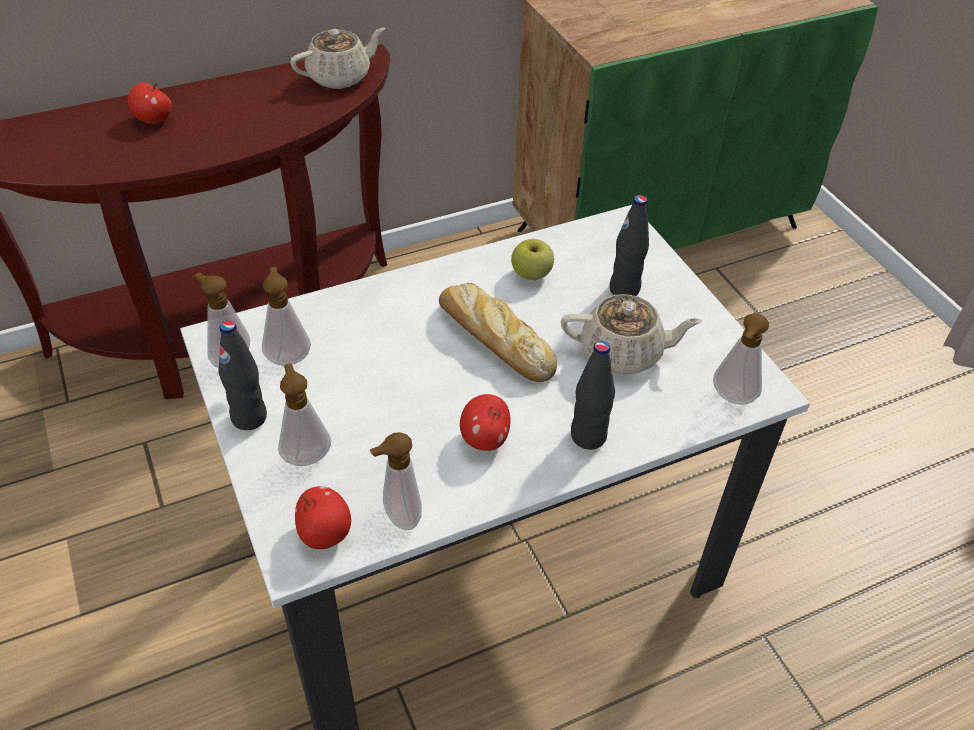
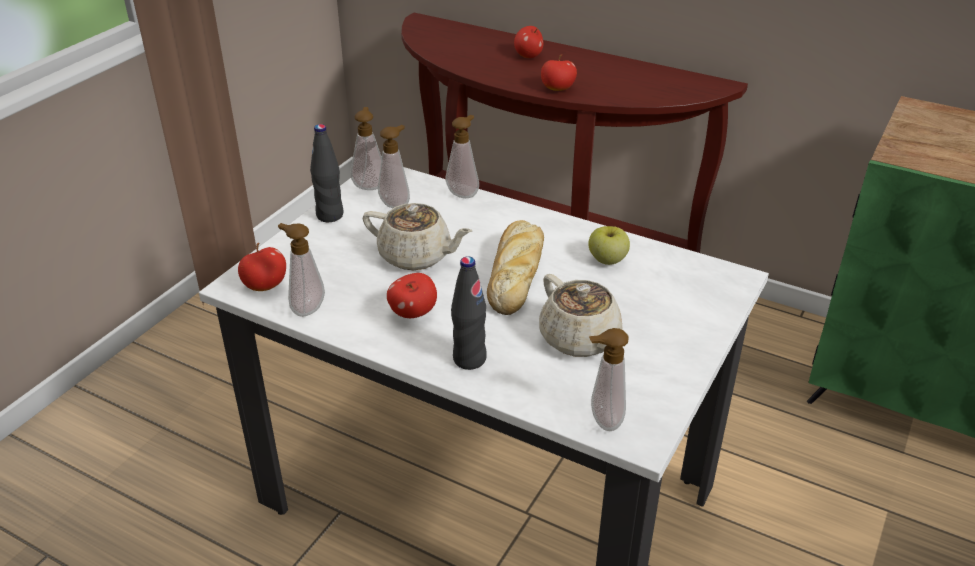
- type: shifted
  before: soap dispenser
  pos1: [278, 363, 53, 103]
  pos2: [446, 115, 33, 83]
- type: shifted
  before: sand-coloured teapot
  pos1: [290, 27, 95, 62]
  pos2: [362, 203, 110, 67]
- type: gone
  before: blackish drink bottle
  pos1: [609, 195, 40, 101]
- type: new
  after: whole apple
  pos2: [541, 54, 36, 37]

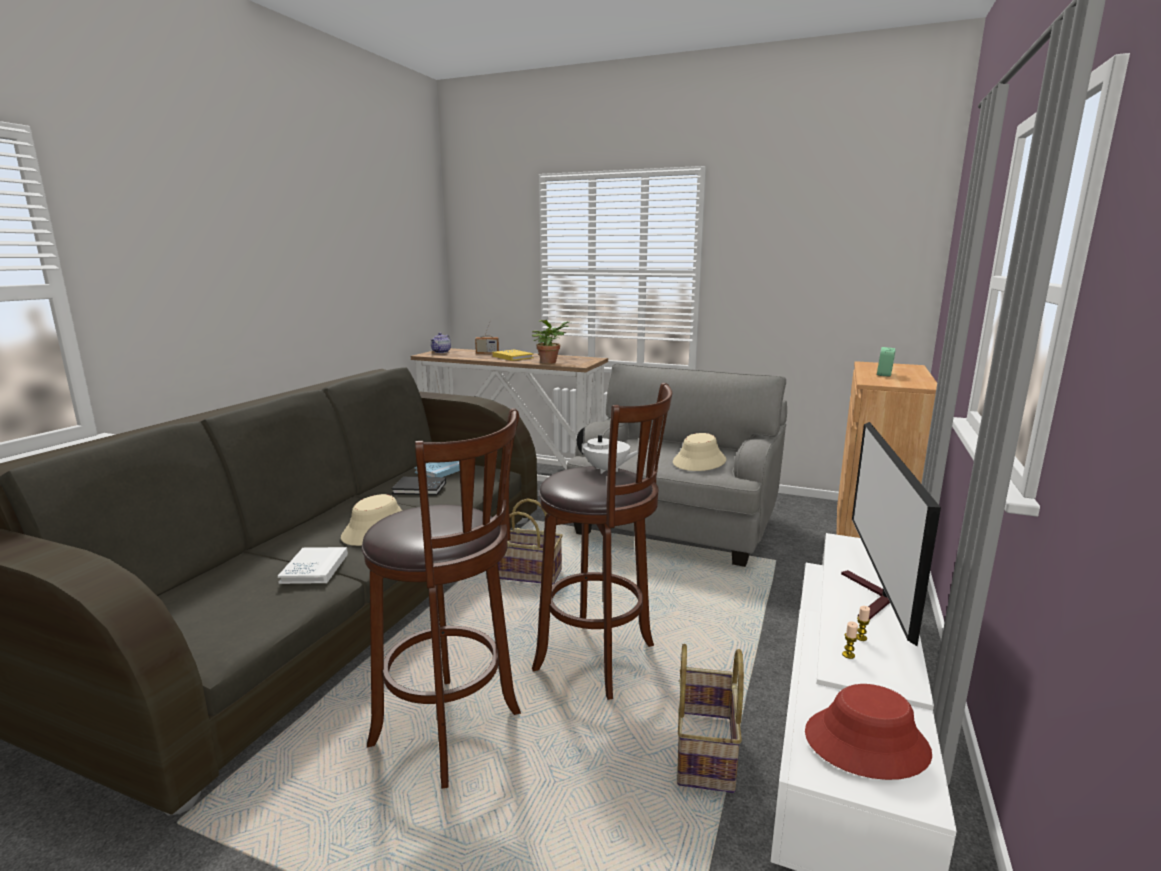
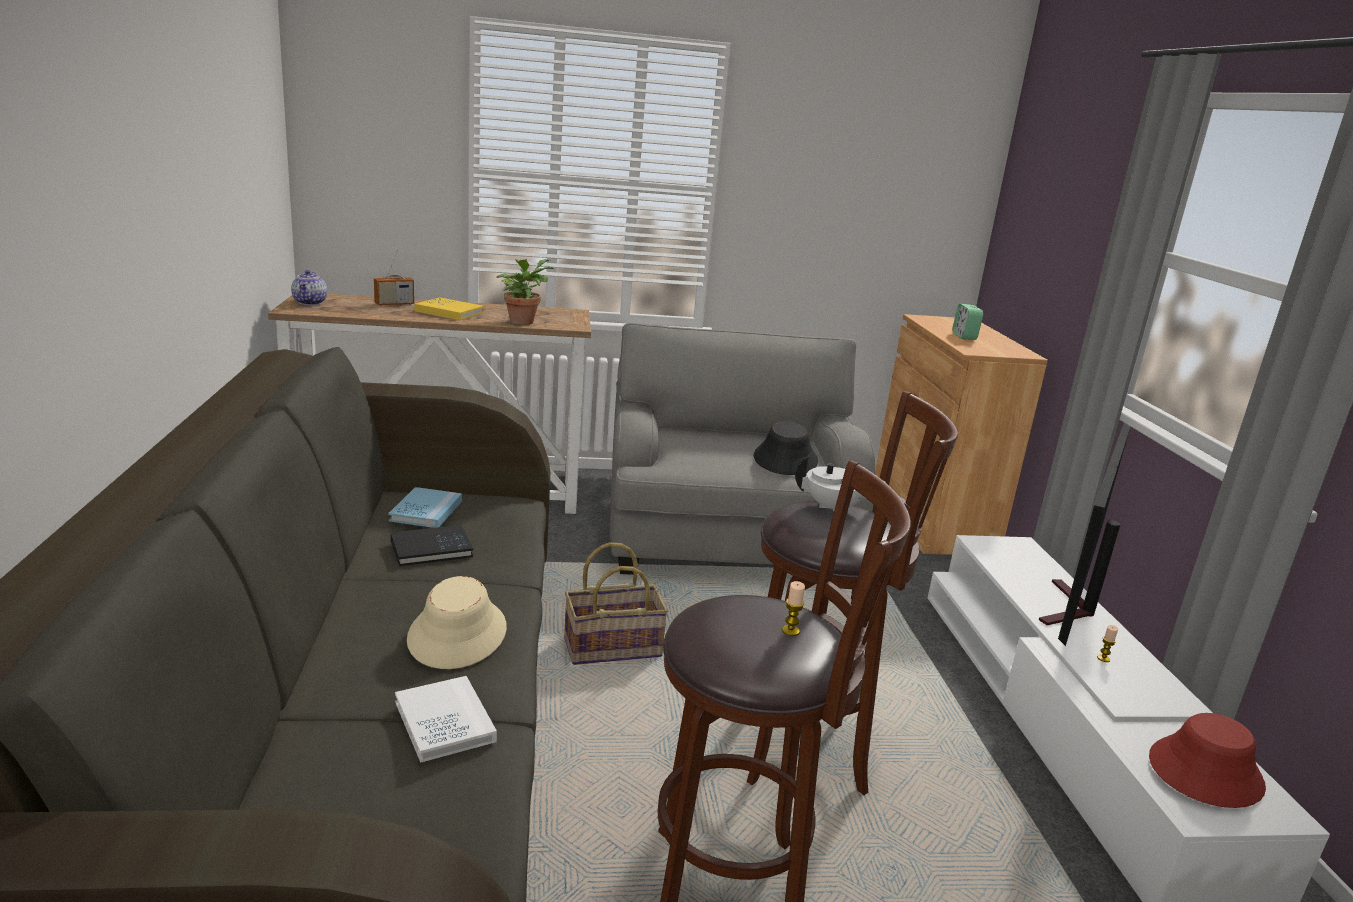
- type: repainted
  before: sand-coloured hat
  after: blackish hat
  pos1: [673, 433, 53, 38]
  pos2: [754, 421, 64, 54]
- type: gone
  before: storage basket
  pos1: [677, 644, 67, 149]
- type: rotated
  before: TV set
  pos1: [841, 422, 100, 224]
  pos2: [1039, 423, 92, 223]
  turn: 45
- type: shifted
  before: wax light
  pos1: [842, 621, 16, 38]
  pos2: [782, 581, 23, 55]

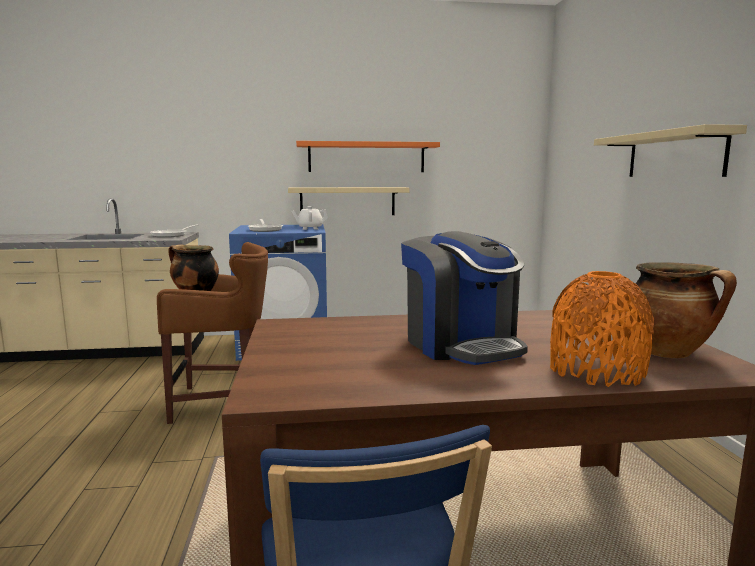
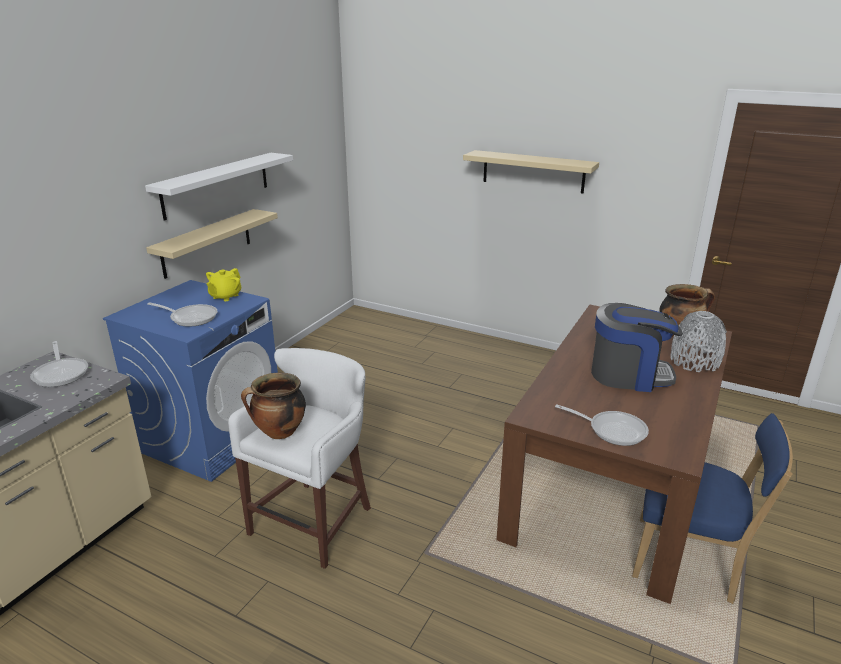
- type: repainted
  before: brown-coloured sitting stool
  after: whitish sitting stool
  pos1: [157, 242, 111, 182]
  pos2: [228, 348, 143, 221]
- type: repainted
  before: whitish teapot
  after: yellowish teapot
  pos1: [291, 206, 37, 24]
  pos2: [206, 268, 35, 33]
- type: repainted
  before: orange-coloured bracket shelf
  after: whitish bracket shelf
  pos1: [296, 141, 144, 31]
  pos2: [145, 153, 148, 67]
- type: repainted
  before: orange-coloured decorative vase
  after: greyish decorative vase
  pos1: [550, 271, 104, 116]
  pos2: [670, 311, 57, 61]
- type: new
  after: pan
  pos2: [555, 404, 94, 42]

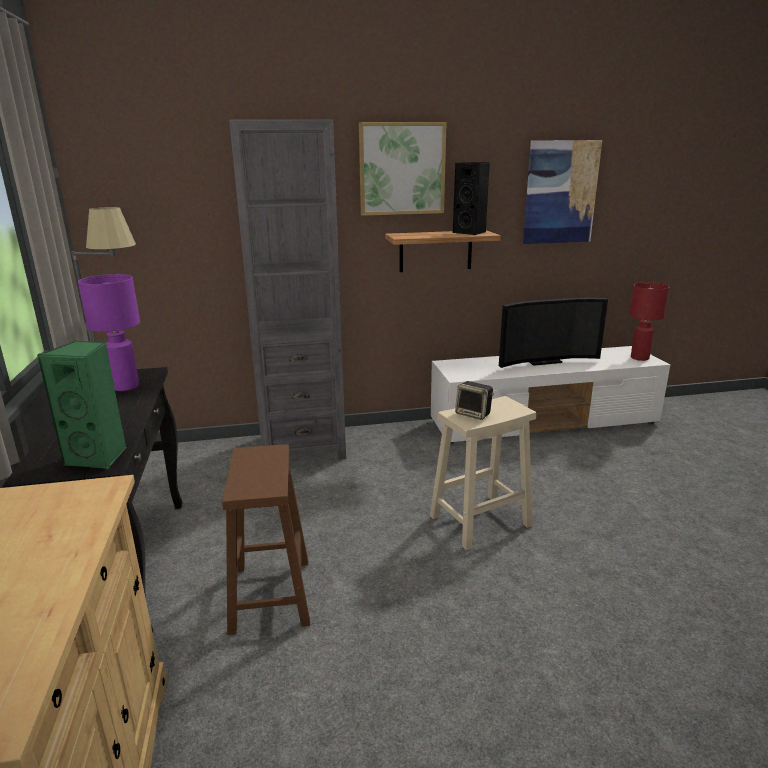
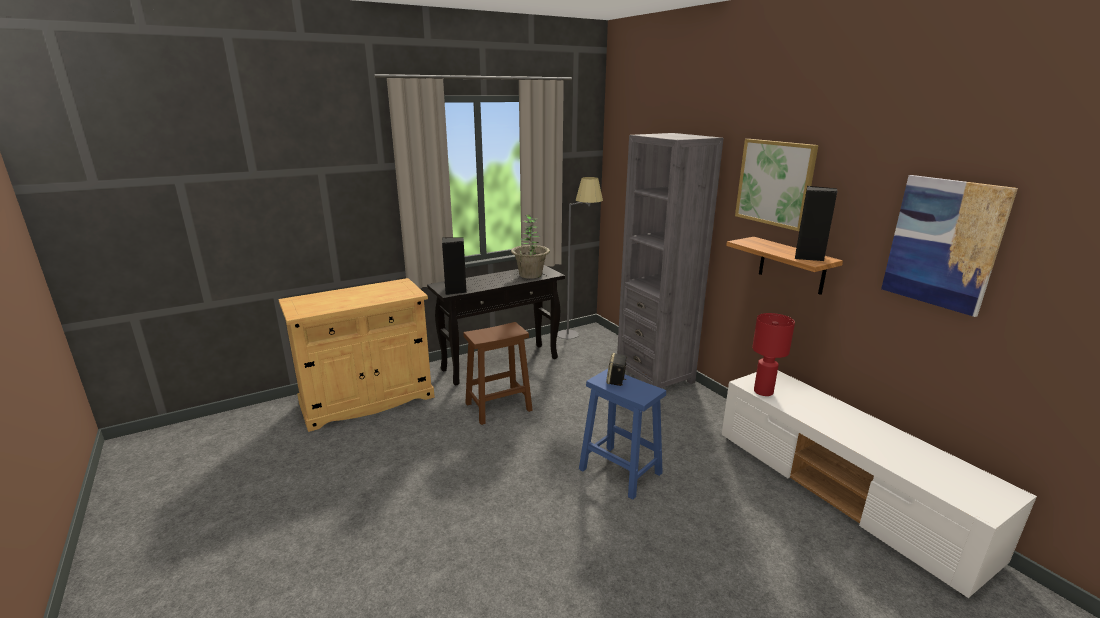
- type: repainted
  before: green-coloured audio speaker
  after: blackish audio speaker
  pos1: [37, 341, 89, 129]
  pos2: [442, 237, 25, 58]
- type: swapped
  before: purple tabletop lamp
  after: houseplant
  pos1: [78, 274, 62, 117]
  pos2: [511, 215, 39, 64]
- type: repainted
  before: sand-coloured sitting stool
  after: bluish sitting stool
  pos1: [430, 396, 106, 154]
  pos2: [579, 369, 87, 131]
- type: gone
  before: TV set
  pos1: [499, 298, 109, 70]
- type: shifted
  before: red tabletop lamp
  pos1: [629, 282, 41, 79]
  pos2: [752, 313, 43, 83]

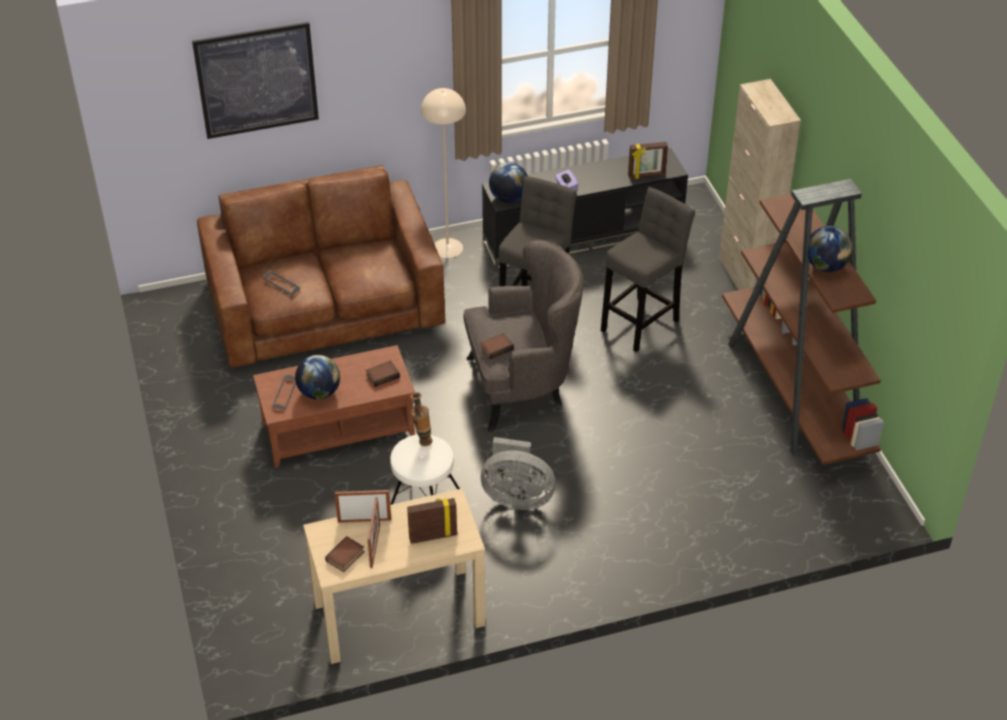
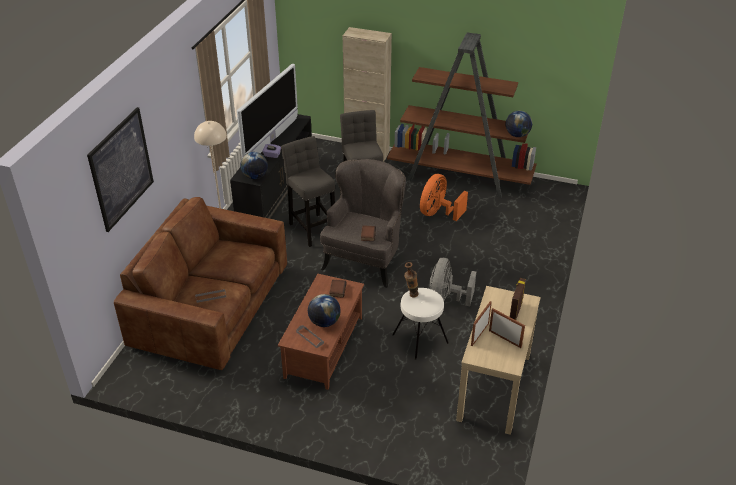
- type: gone
  before: book
  pos1: [325, 536, 40, 36]
- type: rotated
  before: greyish fan
  pos1: [481, 437, 75, 73]
  pos2: [429, 258, 47, 48]
  turn: 150
- type: gone
  before: picture frame
  pos1: [628, 142, 40, 37]
- type: shifted
  before: world globe
  pos1: [807, 226, 46, 46]
  pos2: [506, 111, 26, 26]
- type: new
  after: TV set
  pos2: [237, 64, 61, 94]
- type: new
  after: orange-coloured fan
  pos2: [420, 174, 48, 47]

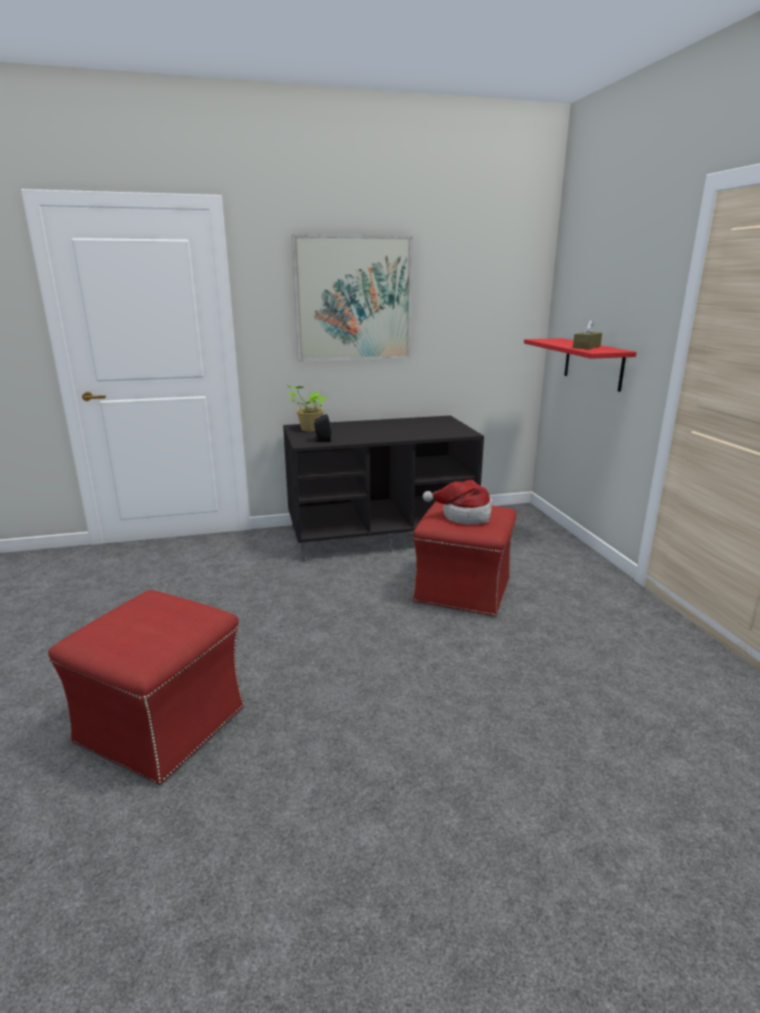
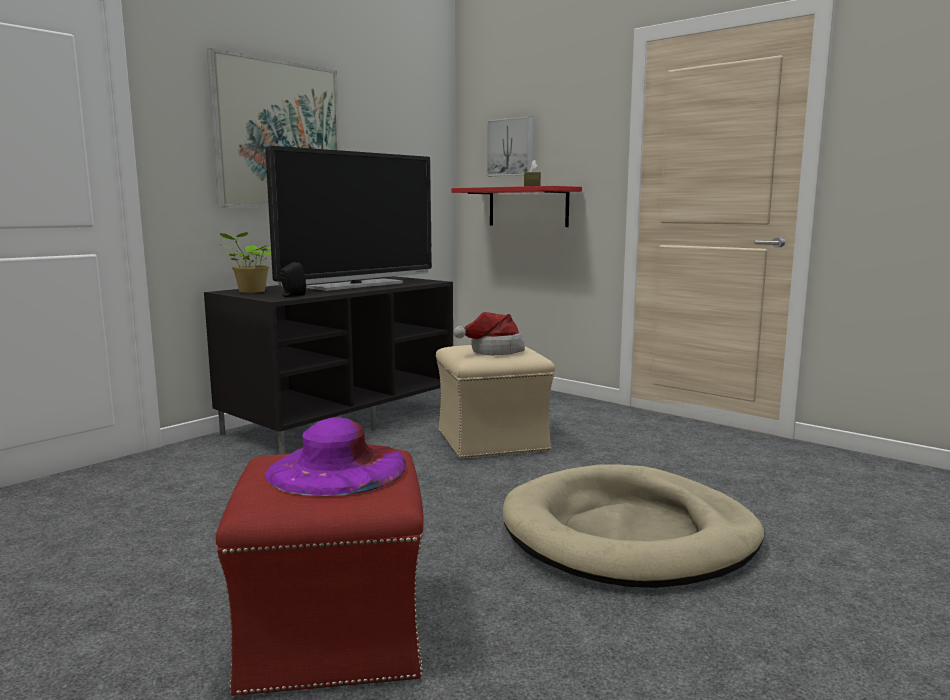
- type: repainted
  before: red ottoman
  after: sand-coloured ottoman
  pos1: [413, 501, 104, 116]
  pos2: [436, 345, 119, 114]
- type: new
  after: TV set
  pos2: [265, 146, 167, 145]
- type: new
  after: purple hat
  pos2: [265, 417, 141, 79]
- type: new
  after: picture
  pos2: [486, 116, 48, 60]
- type: new
  after: sand-coloured dog cushion
  pos2: [503, 464, 261, 124]

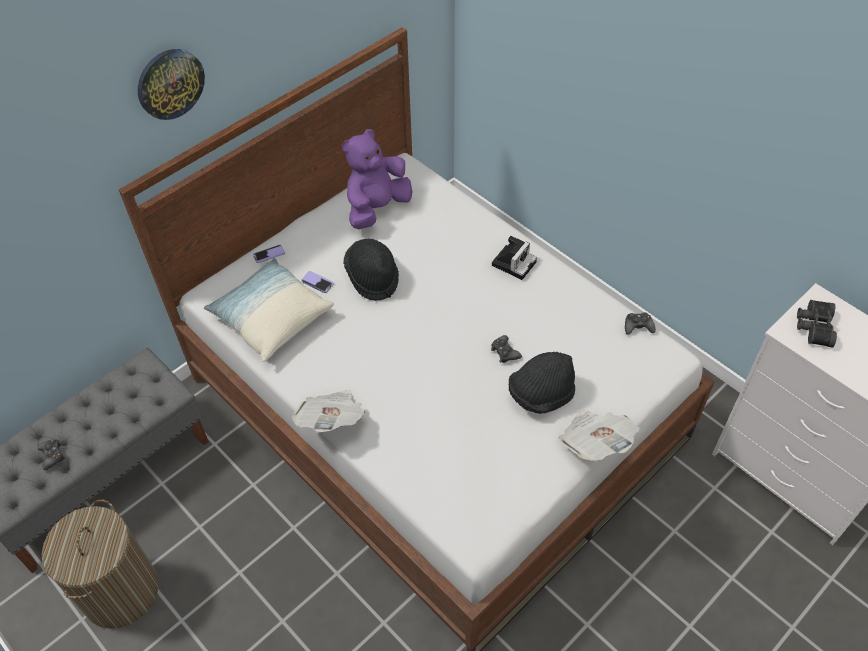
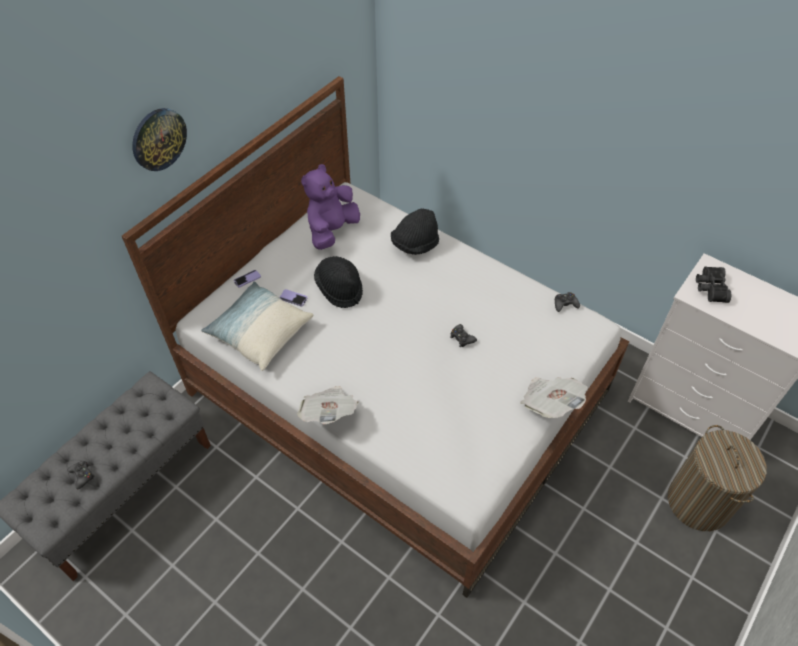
- type: shifted
  before: washing basket
  pos1: [42, 499, 117, 130]
  pos2: [668, 425, 99, 106]
- type: gone
  before: photo camera
  pos1: [492, 236, 45, 44]
- type: shifted
  before: blackish hat
  pos1: [509, 352, 66, 62]
  pos2: [391, 208, 48, 47]

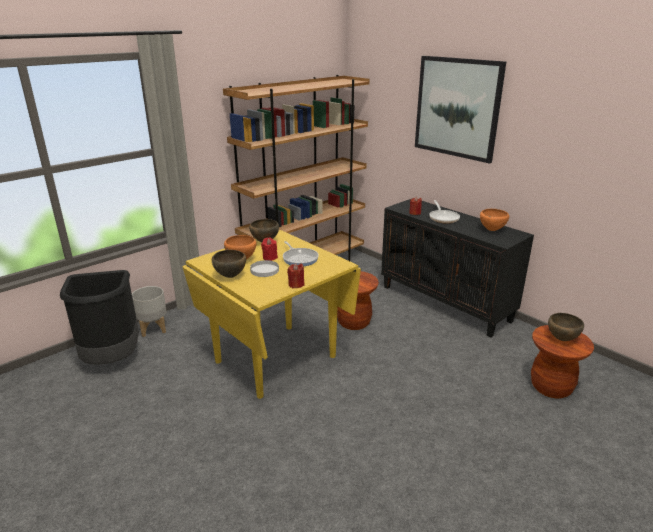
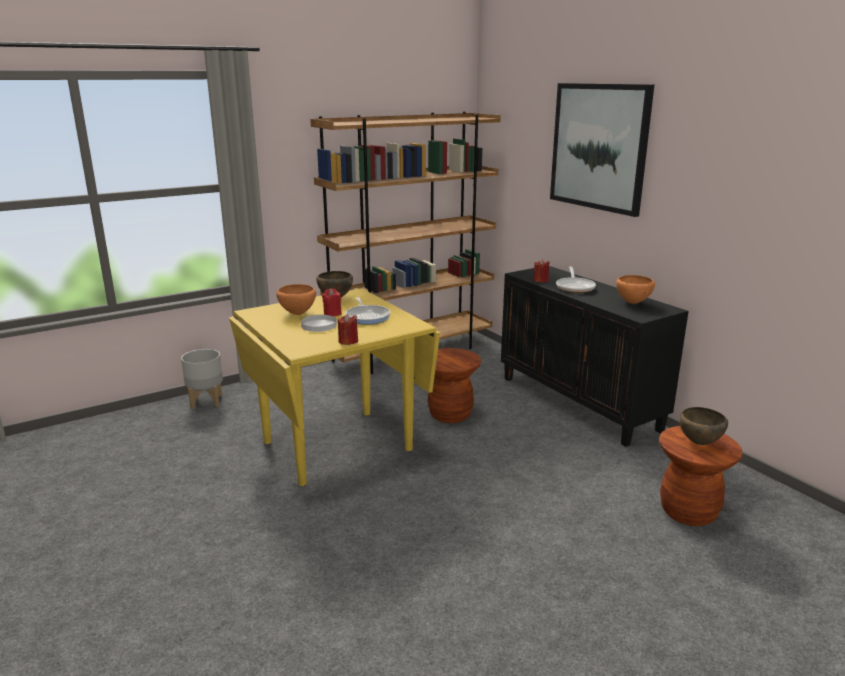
- type: gone
  before: blackish waste bin
  pos1: [60, 270, 79, 95]
- type: gone
  before: brown-coloured deep dish
  pos1: [212, 250, 34, 28]

